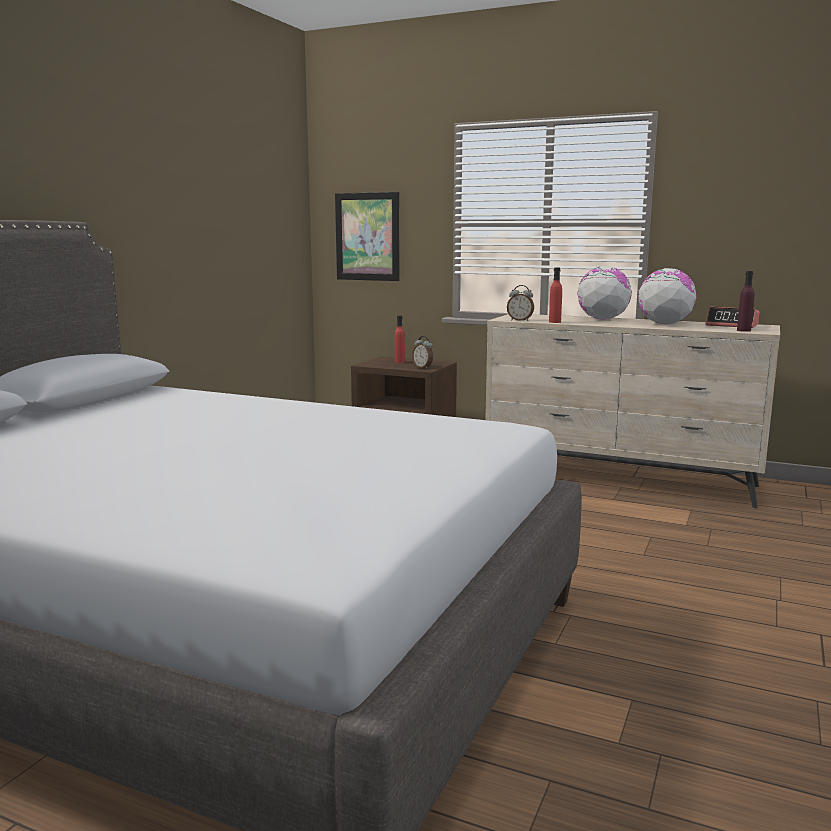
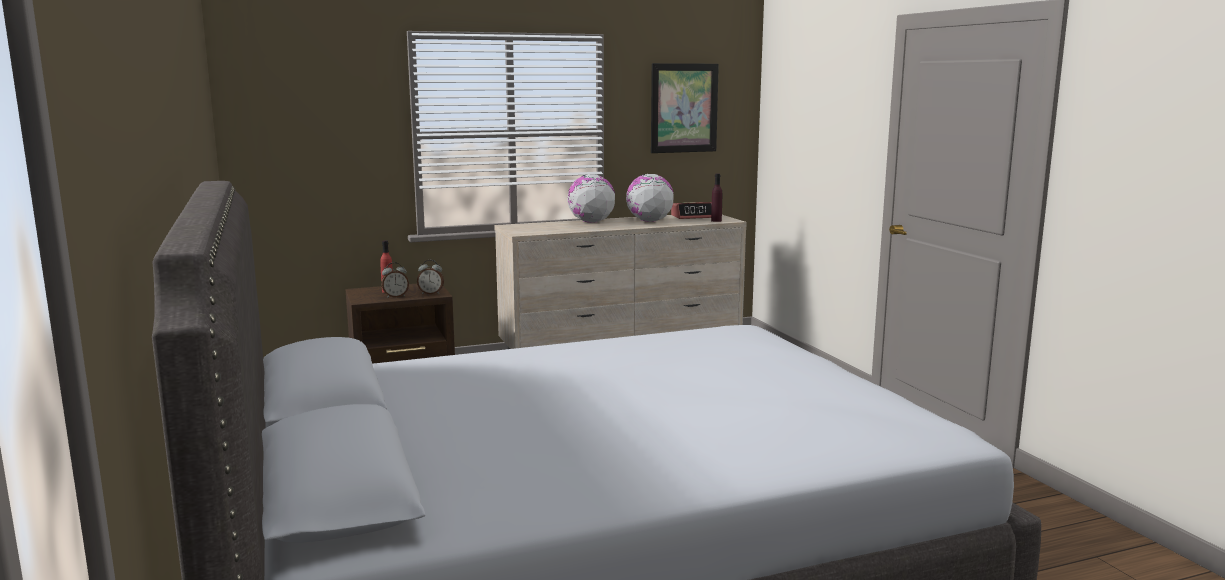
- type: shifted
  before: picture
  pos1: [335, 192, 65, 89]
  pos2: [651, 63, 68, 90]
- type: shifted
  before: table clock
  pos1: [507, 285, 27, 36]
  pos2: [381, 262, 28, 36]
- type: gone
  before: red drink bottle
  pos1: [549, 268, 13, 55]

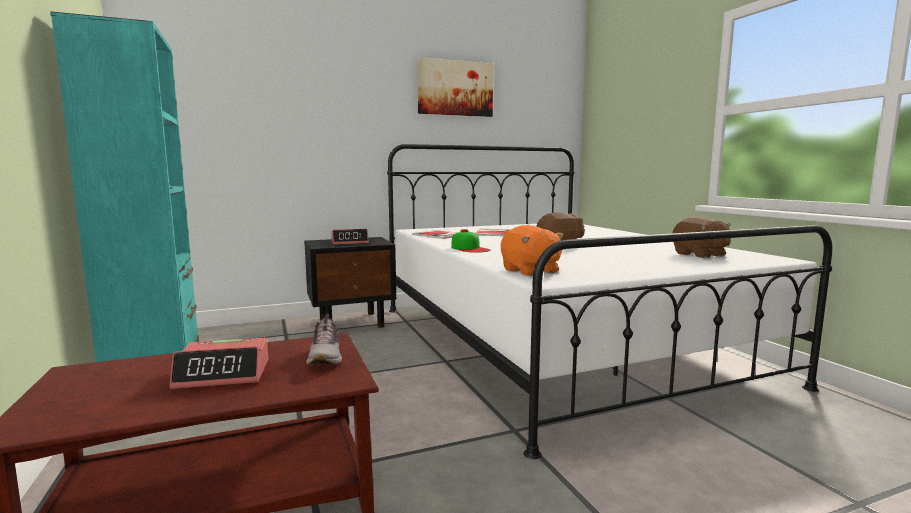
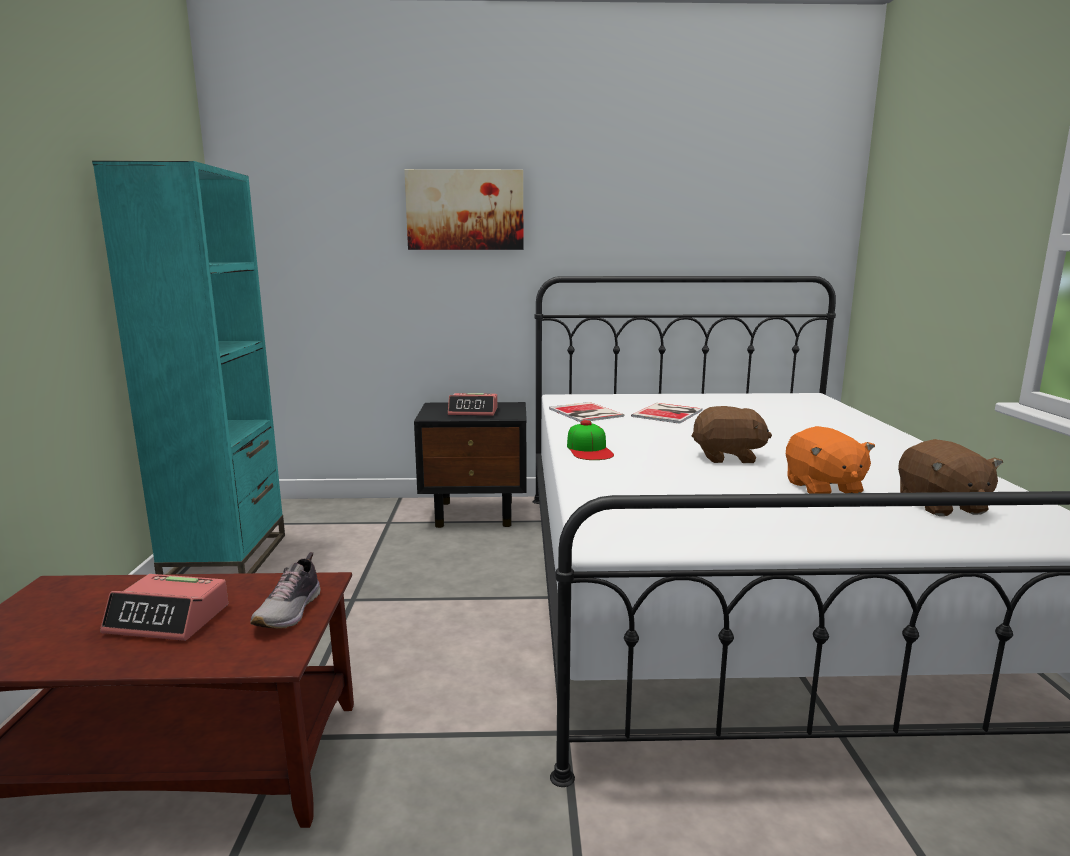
- type: shifted
  before: picture
  pos1: [417, 57, 76, 60]
  pos2: [404, 169, 120, 81]
- type: shifted
  before: orange-coloured soft toy
  pos1: [501, 225, 63, 51]
  pos2: [786, 426, 89, 68]

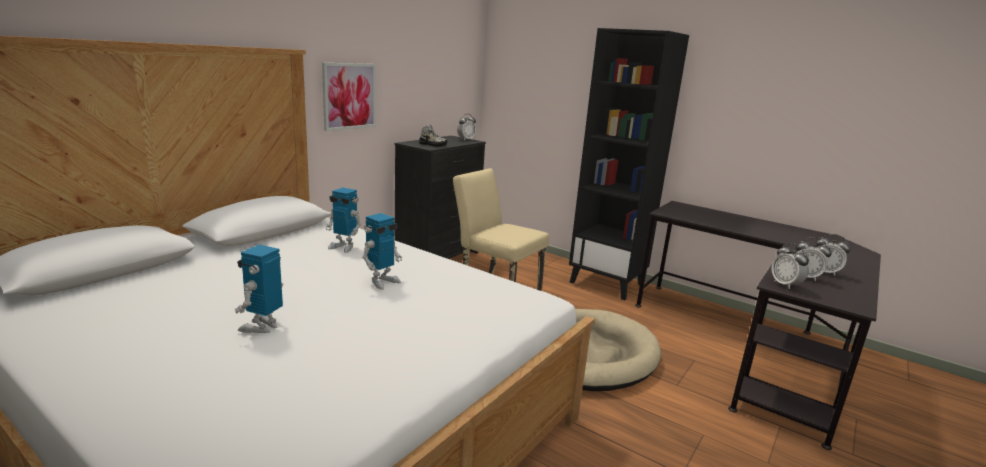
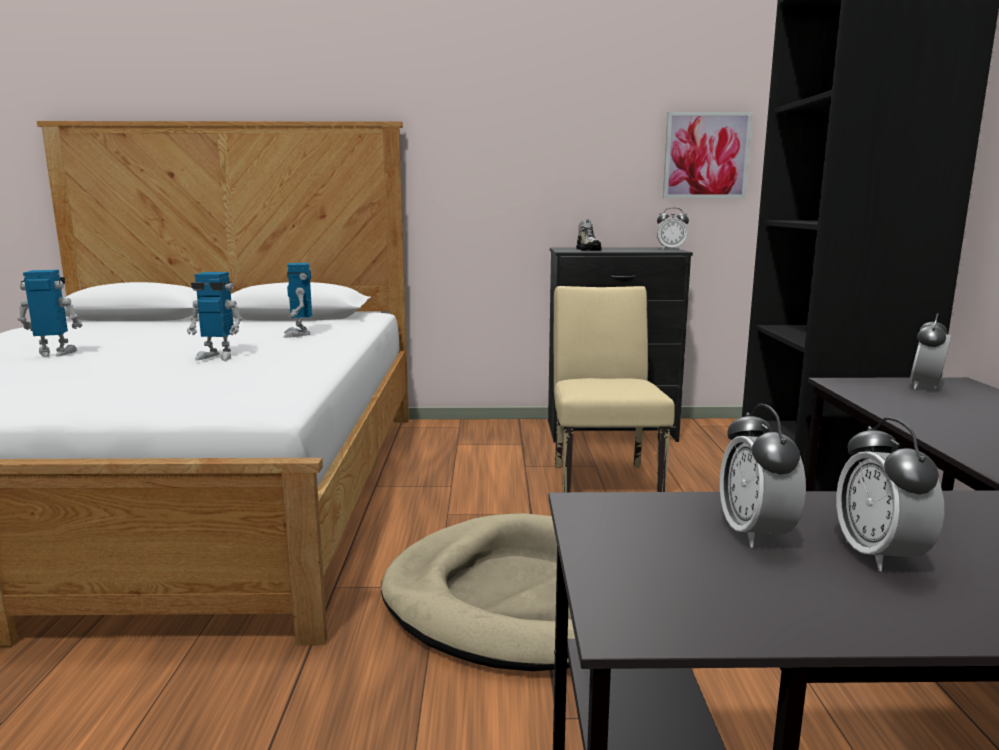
- type: shifted
  before: picture
  pos1: [322, 63, 54, 68]
  pos2: [663, 112, 89, 86]
- type: shifted
  before: table clock
  pos1: [772, 243, 37, 46]
  pos2: [910, 313, 41, 76]

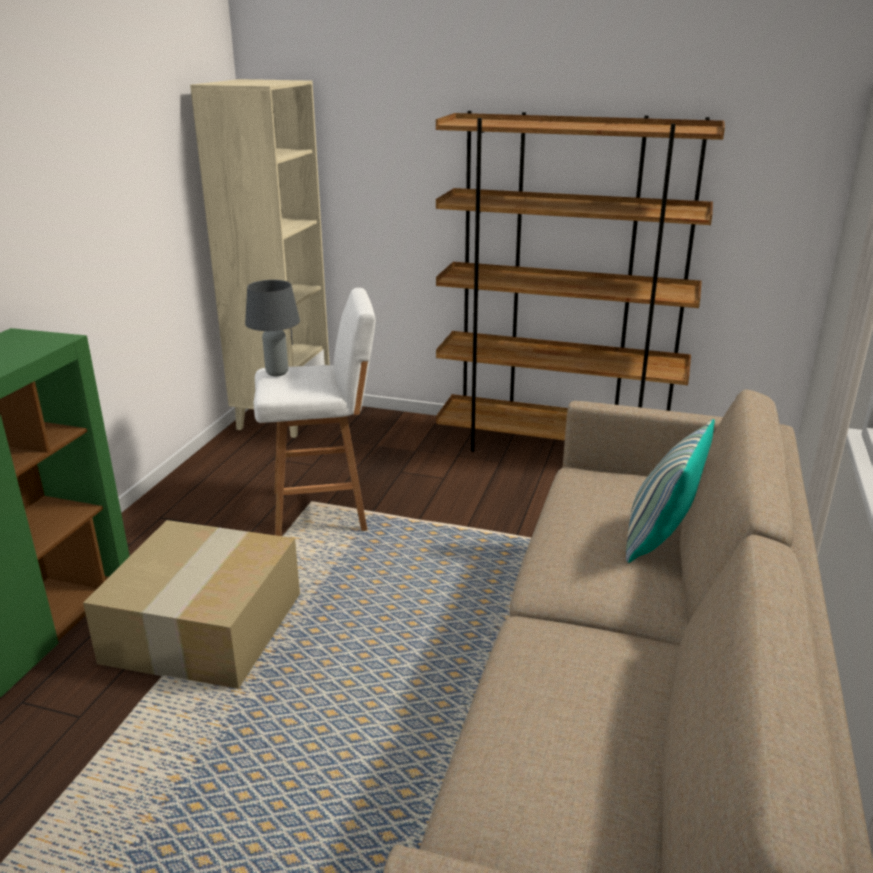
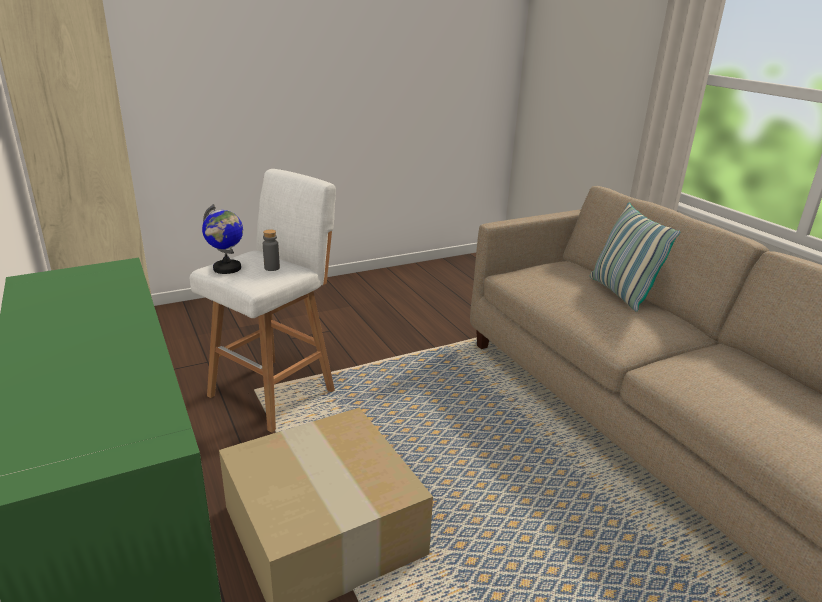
- type: swapped
  before: greyish tabletop lamp
  after: world globe
  pos1: [245, 280, 55, 96]
  pos2: [202, 204, 41, 70]
- type: gone
  before: brown-coloured shelving unit
  pos1: [436, 111, 289, 341]
- type: new
  after: greyish drink bottle
  pos2: [263, 229, 17, 42]

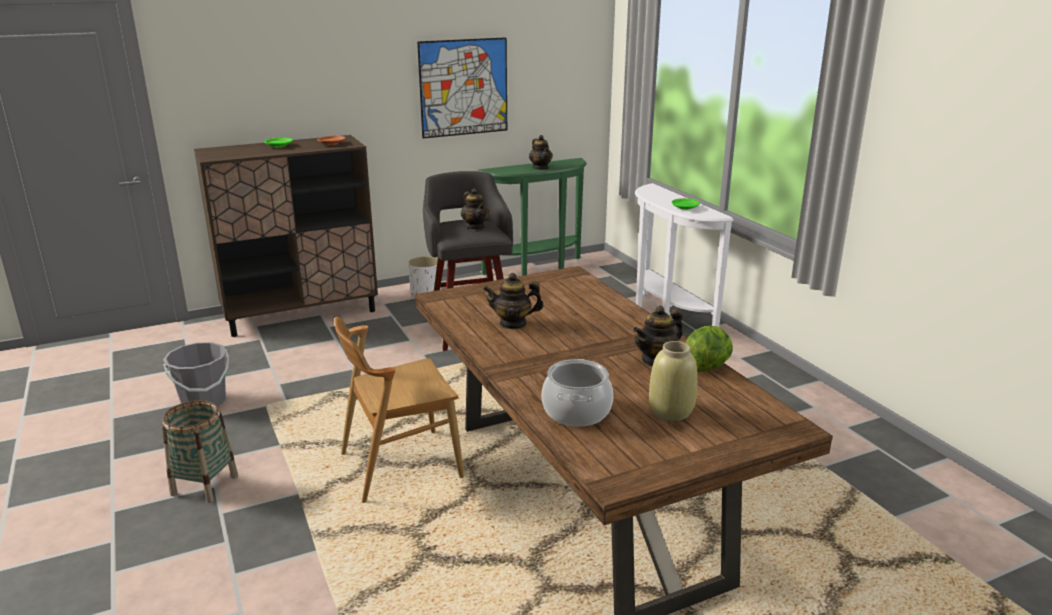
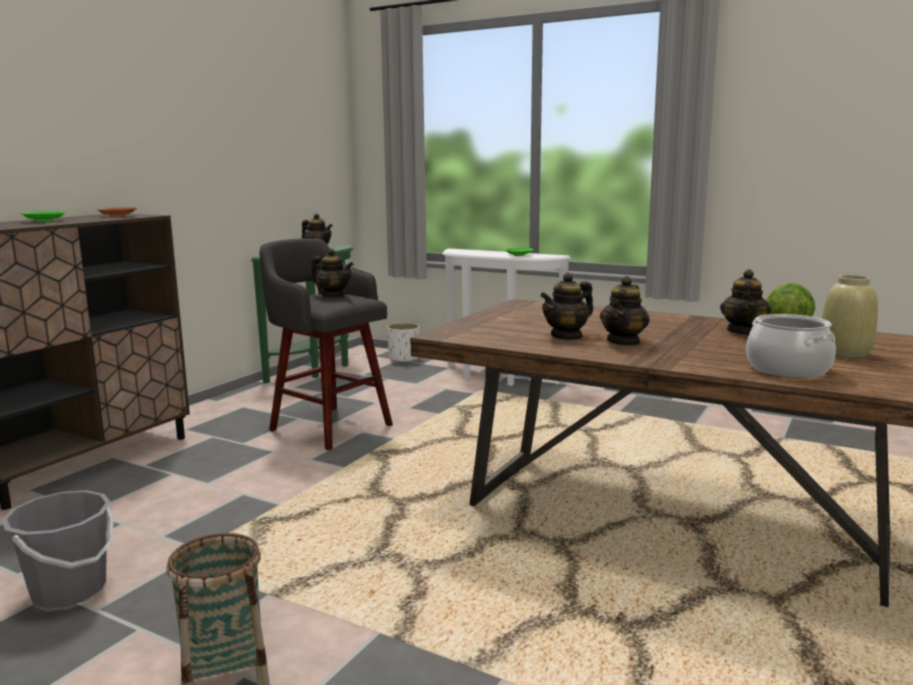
- type: gone
  before: brown-coloured upright chair
  pos1: [335, 317, 129, 186]
- type: shifted
  before: whitish plant pot
  pos1: [408, 256, 33, 39]
  pos2: [387, 323, 33, 40]
- type: gone
  before: picture
  pos1: [417, 37, 90, 101]
- type: new
  after: teapot
  pos2: [600, 276, 50, 70]

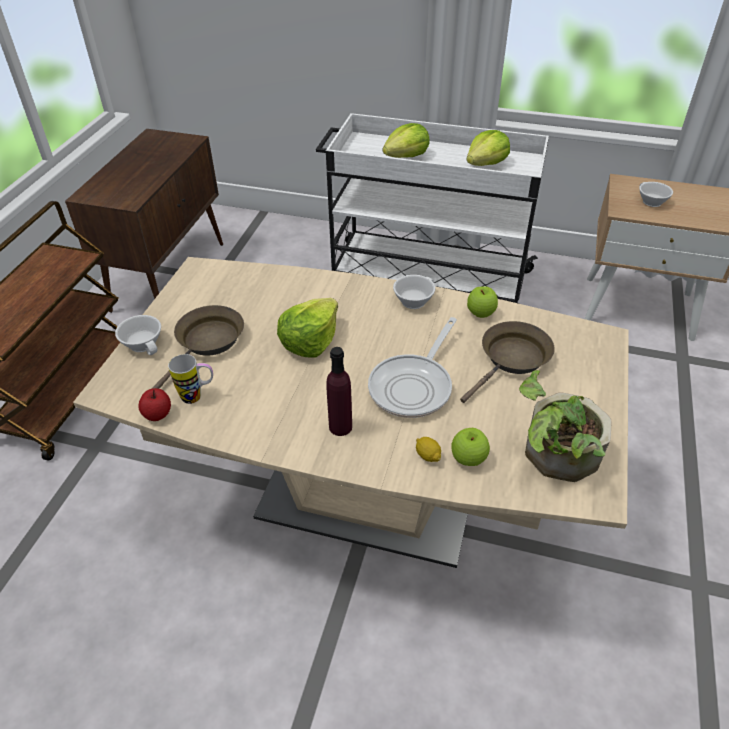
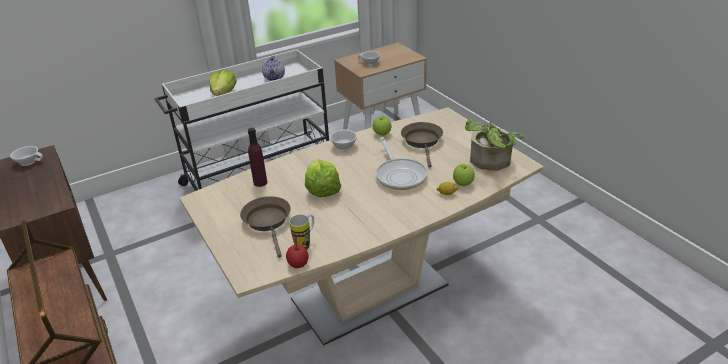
- type: shifted
  before: whitish drinking cup
  pos1: [115, 315, 46, 40]
  pos2: [10, 146, 33, 20]
- type: shifted
  before: purple drink bottle
  pos1: [326, 347, 26, 89]
  pos2: [248, 128, 19, 59]
- type: swapped
  before: lettuce
  after: teapot
  pos1: [466, 130, 44, 36]
  pos2: [262, 56, 23, 25]

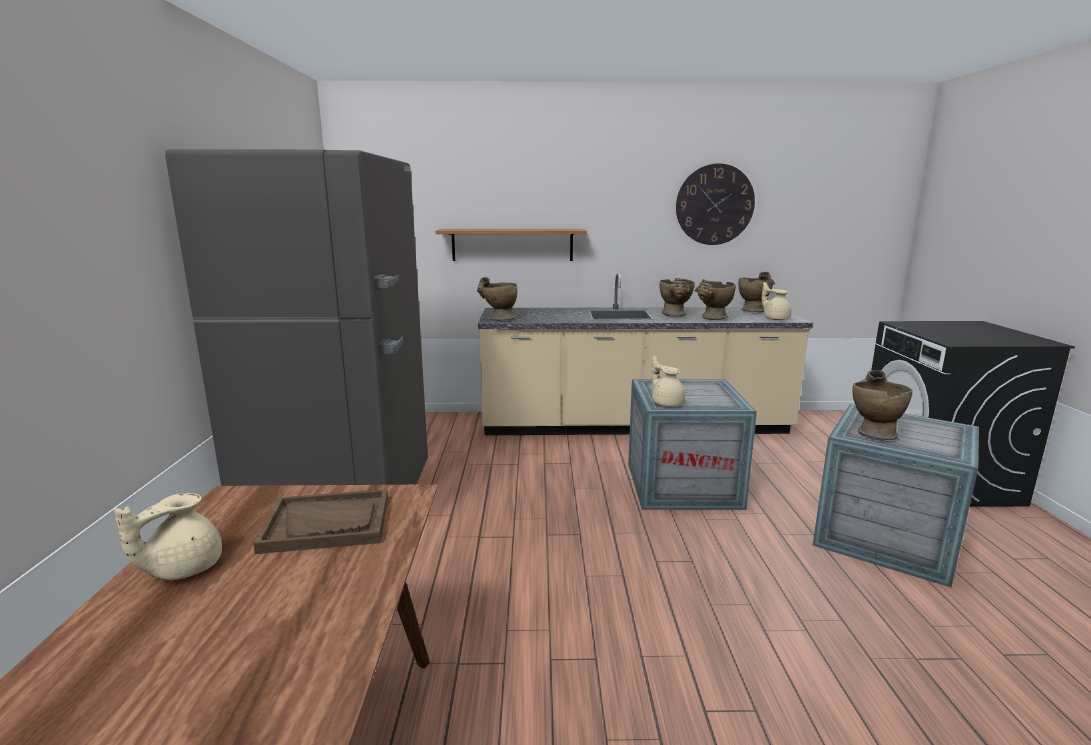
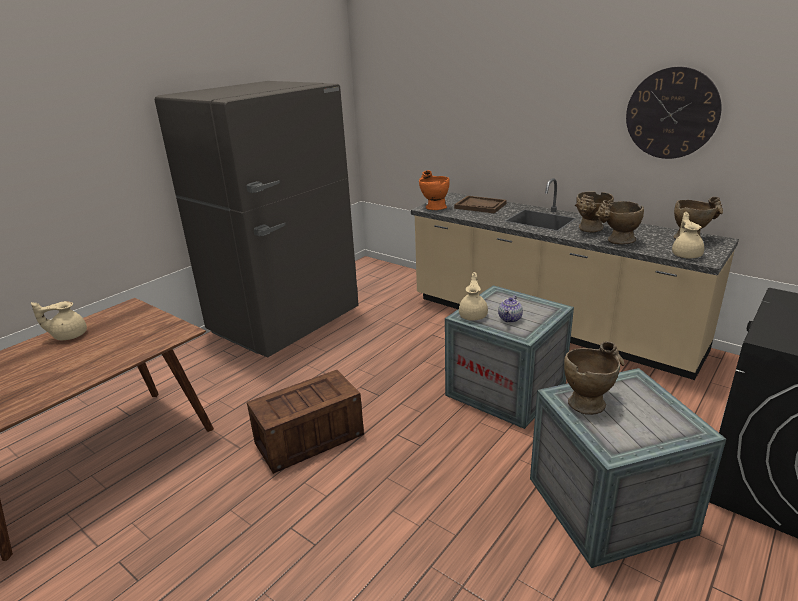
- type: shifted
  before: brown-coloured tray
  pos1: [253, 489, 135, 65]
  pos2: [454, 196, 53, 18]
- type: gone
  before: bracket shelf
  pos1: [435, 229, 152, 32]
- type: repainted
  before: sand-coloured decorative vase
  after: orange-coloured decorative vase
  pos1: [477, 277, 40, 44]
  pos2: [419, 170, 31, 40]
- type: new
  after: packing crate
  pos2: [247, 370, 117, 104]
- type: new
  after: teapot
  pos2: [498, 295, 25, 28]

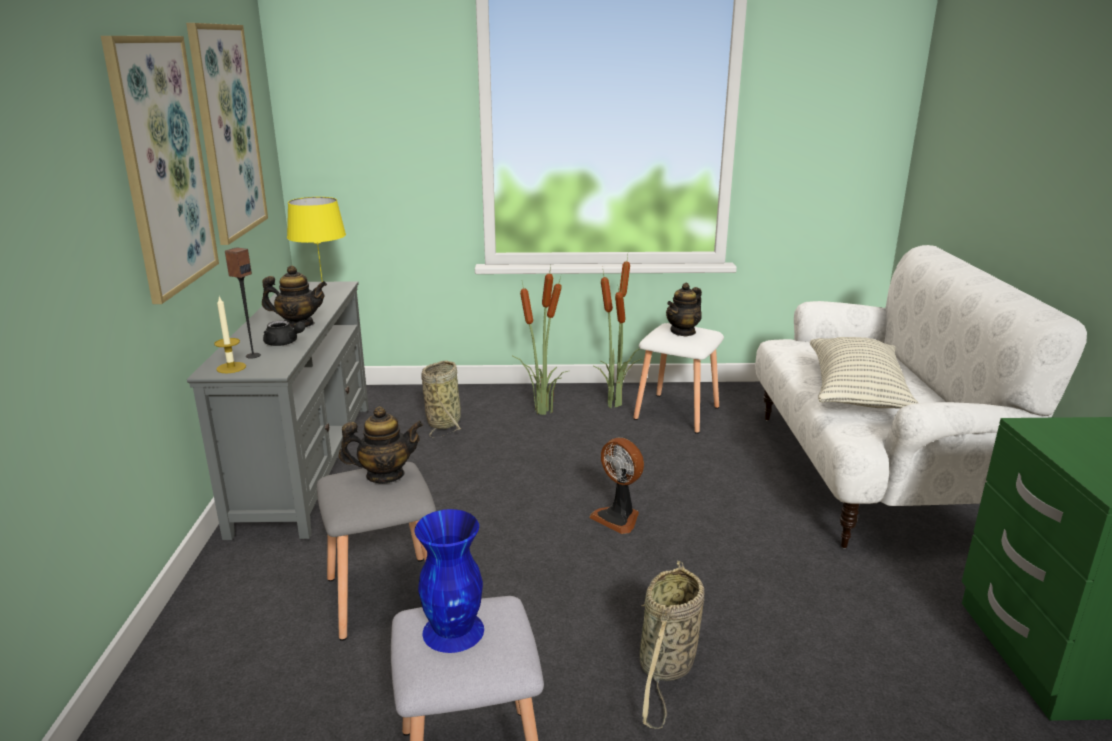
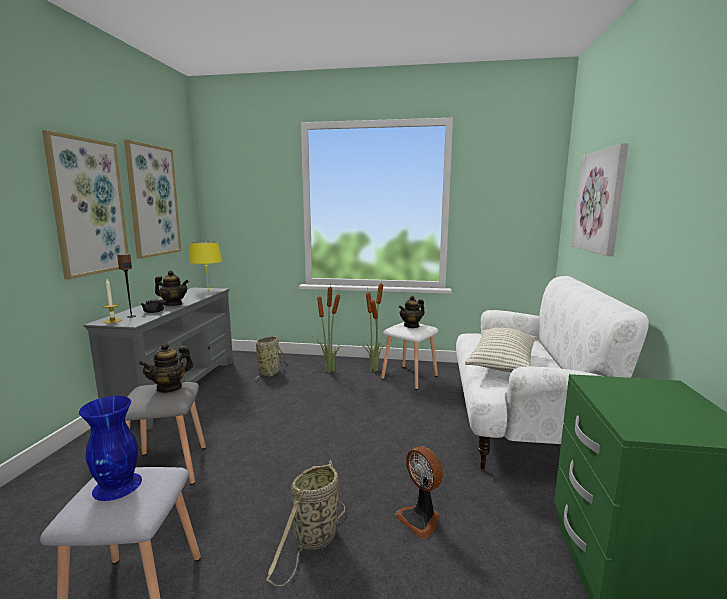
- type: rotated
  before: teapot
  pos1: [339, 406, 84, 78]
  pos2: [139, 343, 54, 50]
  turn: 135
- type: shifted
  before: fan
  pos1: [589, 438, 55, 96]
  pos2: [395, 446, 48, 93]
- type: new
  after: picture
  pos2: [571, 143, 58, 113]

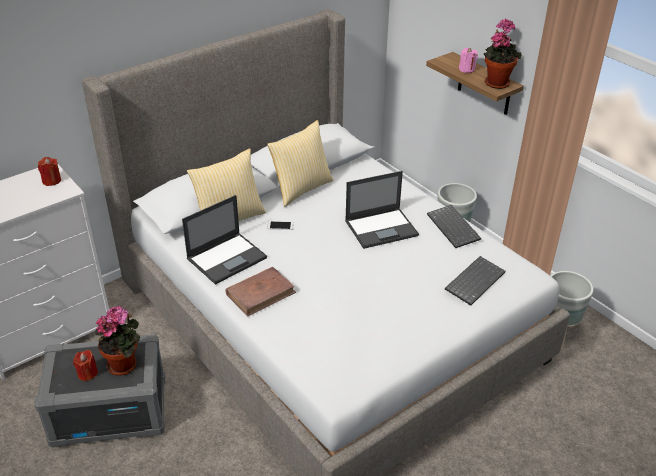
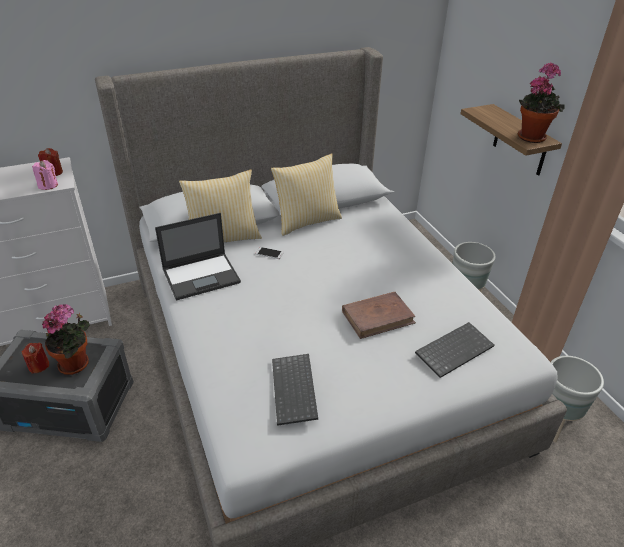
- type: shifted
  before: brown-coloured book
  pos1: [225, 267, 71, 49]
  pos2: [342, 292, 74, 47]
- type: gone
  before: notebook computer
  pos1: [345, 171, 74, 78]
- type: shifted
  before: keyboard
  pos1: [427, 205, 54, 43]
  pos2: [272, 354, 46, 72]
- type: shifted
  before: pink-coloured wax light
  pos1: [459, 48, 19, 25]
  pos2: [32, 160, 26, 30]

